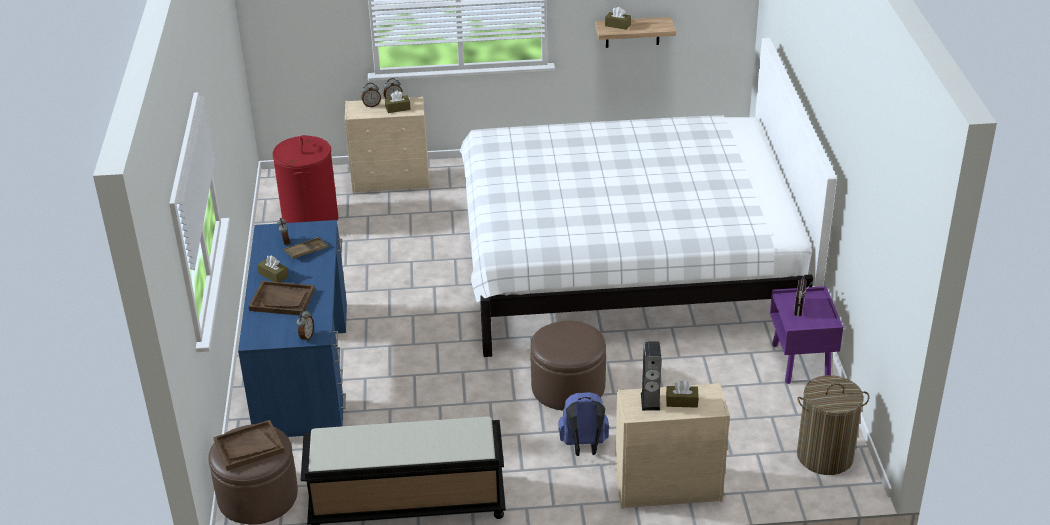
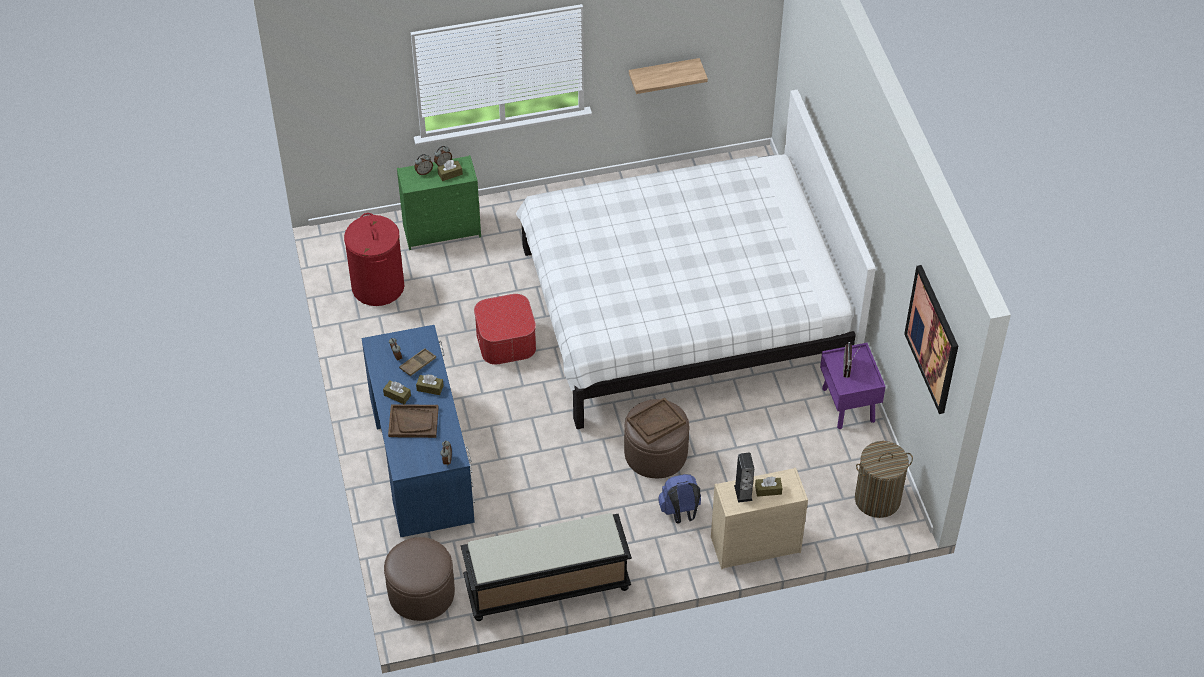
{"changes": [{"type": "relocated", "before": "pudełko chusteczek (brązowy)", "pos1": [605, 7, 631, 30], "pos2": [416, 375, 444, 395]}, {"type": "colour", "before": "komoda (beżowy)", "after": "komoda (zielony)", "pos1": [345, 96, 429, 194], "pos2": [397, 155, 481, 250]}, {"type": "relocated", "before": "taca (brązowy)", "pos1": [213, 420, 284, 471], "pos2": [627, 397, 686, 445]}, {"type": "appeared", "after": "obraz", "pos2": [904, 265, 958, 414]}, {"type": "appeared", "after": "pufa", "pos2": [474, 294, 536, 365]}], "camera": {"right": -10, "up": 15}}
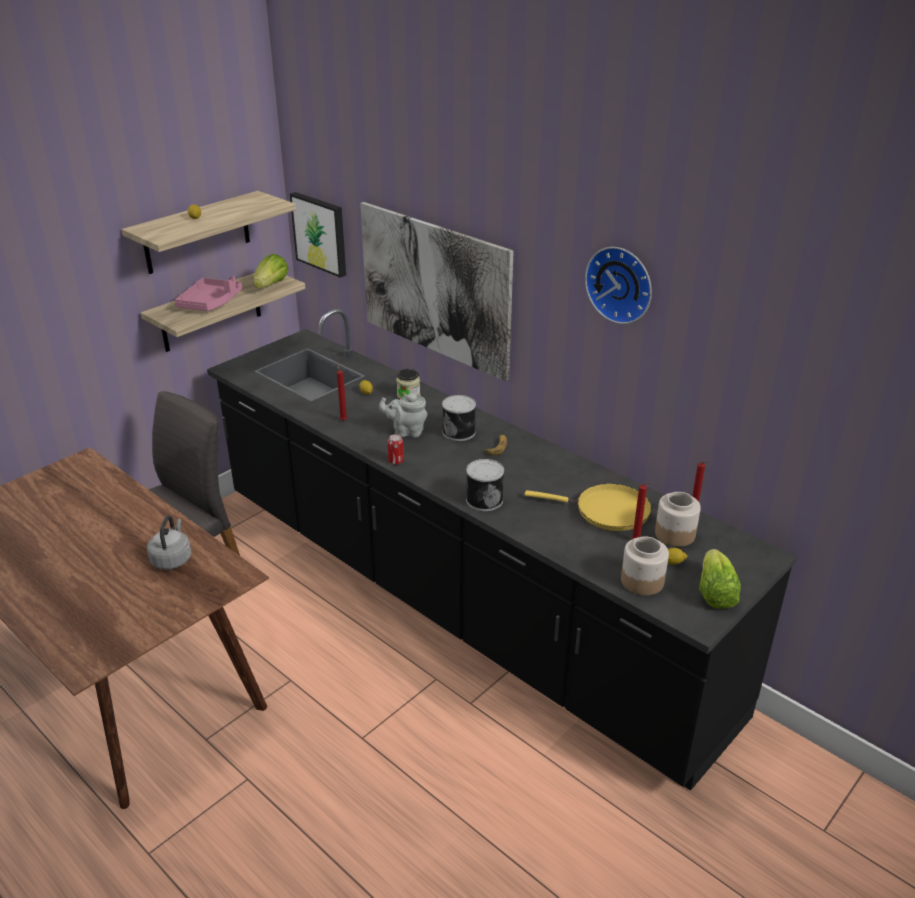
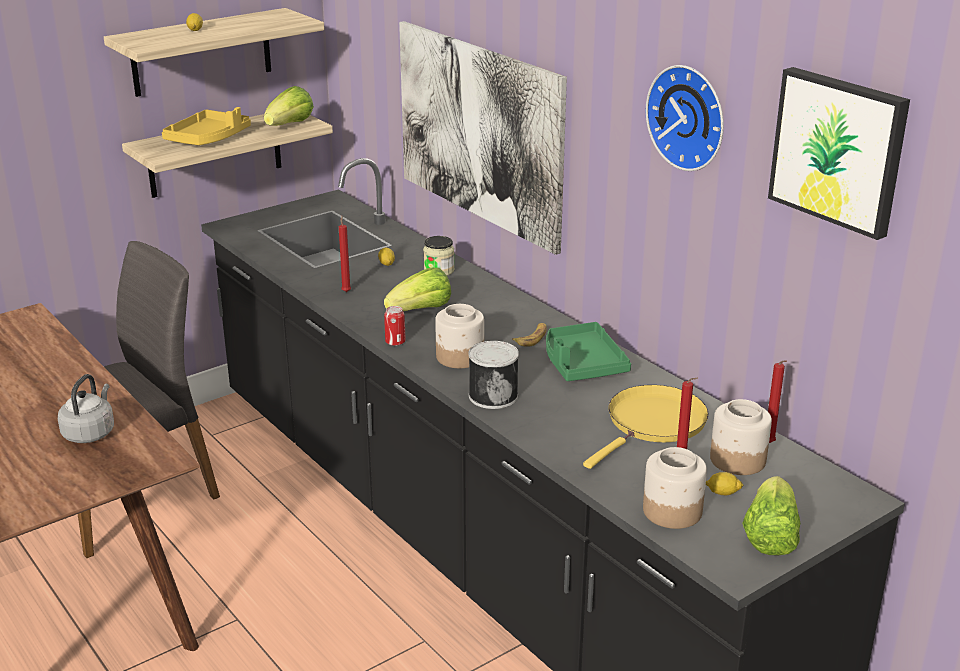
{"changes": [{"type": "relocated", "before": "obraz", "pos1": [290, 192, 346, 278], "pos2": [768, 67, 910, 240]}, {"type": "colour", "before": "taca (różowy)", "after": "taca (żółty)", "pos1": [175, 276, 242, 311], "pos2": [162, 107, 251, 145]}, {"type": "exchanged", "before": "imbryk (szary)", "after": "sałata", "pos1": [379, 393, 428, 438], "pos2": [384, 267, 451, 311]}, {"type": "missing", "before": "puszka", "pos1": [442, 395, 476, 441]}, {"type": "spun", "before": "patelnia (żółty)", "pos1": [525, 484, 652, 531], "pos2": [583, 385, 709, 469], "turn": -75}, {"type": "appeared", "after": "słoik", "pos2": [435, 304, 484, 368]}, {"type": "appeared", "after": "taca (zielony)", "pos2": [546, 322, 631, 381]}], "camera": {"right": 10, "up": -5}}
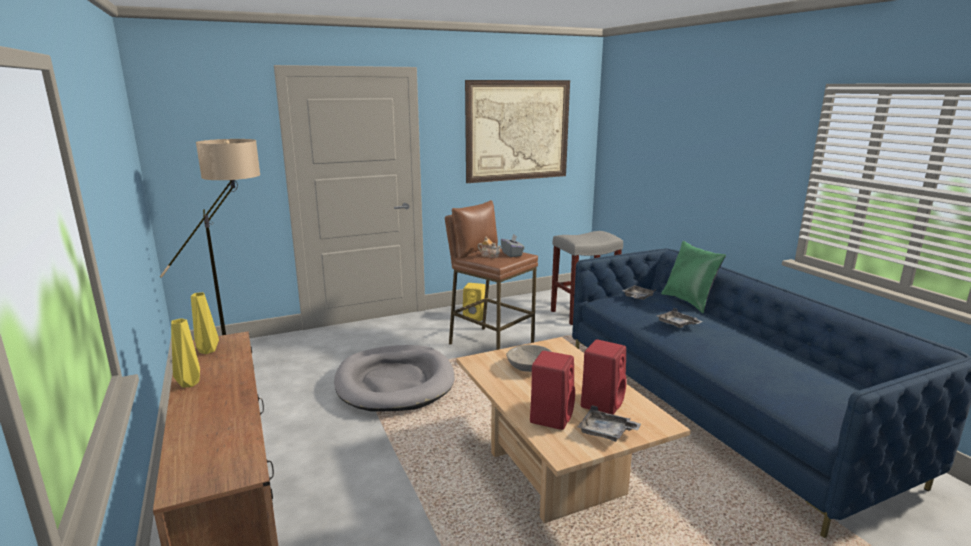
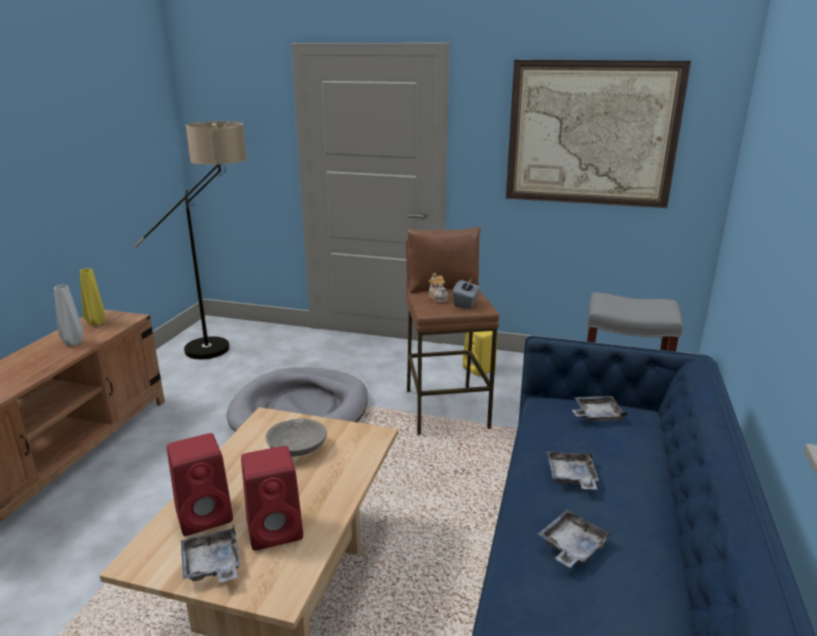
{"changes": [{"type": "missing", "before": "poduszka (zielony)", "pos1": [661, 241, 726, 313]}, {"type": "missing", "before": "wazon (żółty)", "pos1": [171, 318, 200, 388]}, {"type": "appeared", "after": "wazon (szary)", "pos2": [54, 285, 84, 346]}, {"type": "appeared", "after": "taca (szary)", "pos2": [538, 509, 612, 567]}], "camera": {"right": 40, "up": 5}}
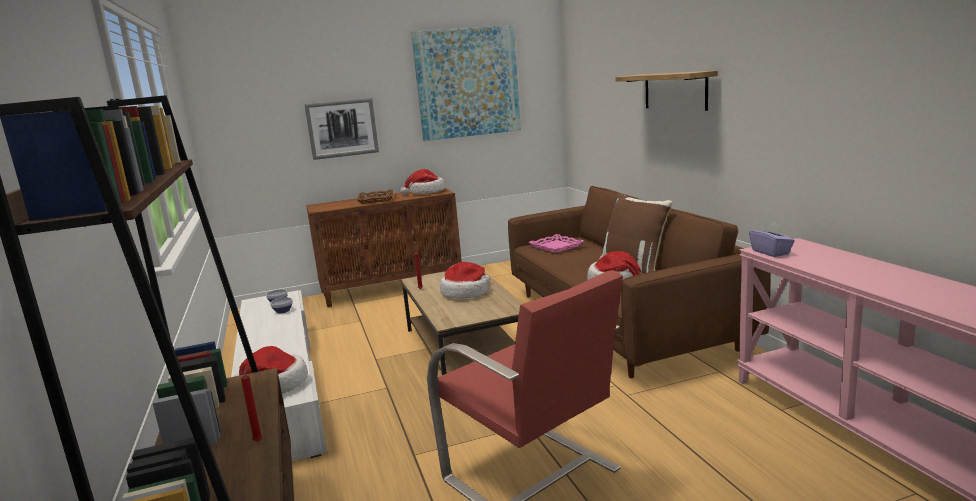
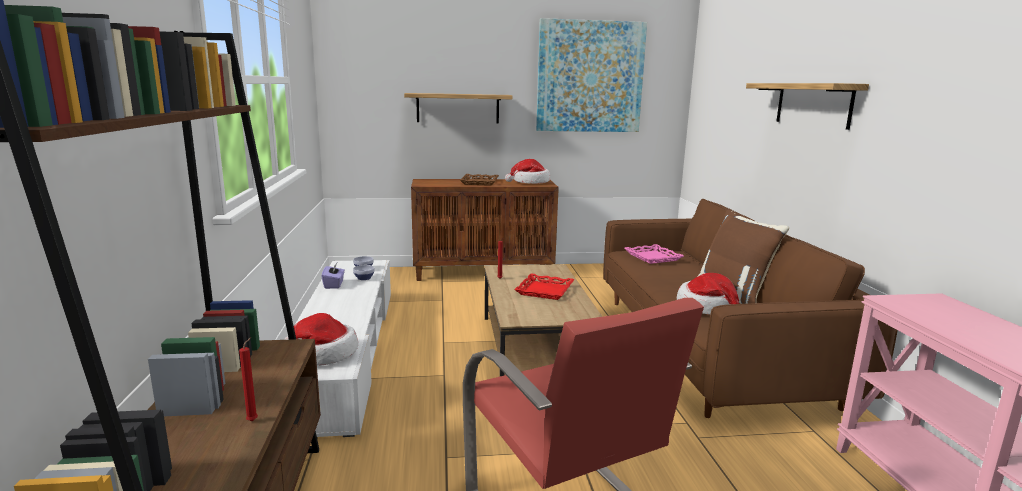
{"changes": [{"type": "exchanged", "before": "obraz", "after": "półka", "pos1": [304, 98, 379, 160], "pos2": [404, 93, 512, 123]}, {"type": "relocated", "before": "pudełko chusteczek (fioletowy)", "pos1": [749, 222, 794, 257], "pos2": [321, 263, 345, 289]}, {"type": "exchanged", "before": "kapelusz", "after": "taca (czerwony)", "pos1": [440, 262, 490, 299], "pos2": [514, 273, 574, 300]}], "camera": {"right": 10, "up": 0}}
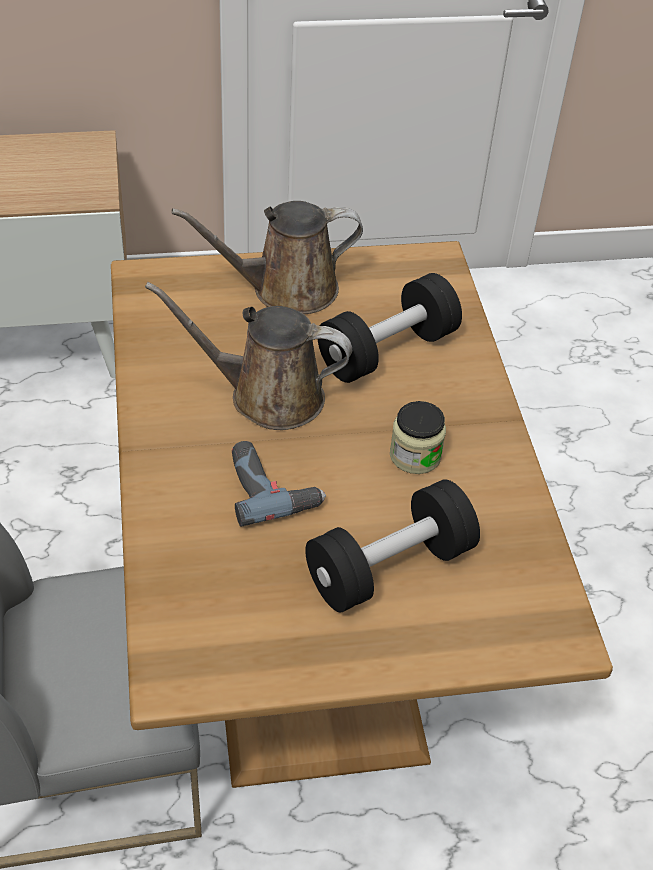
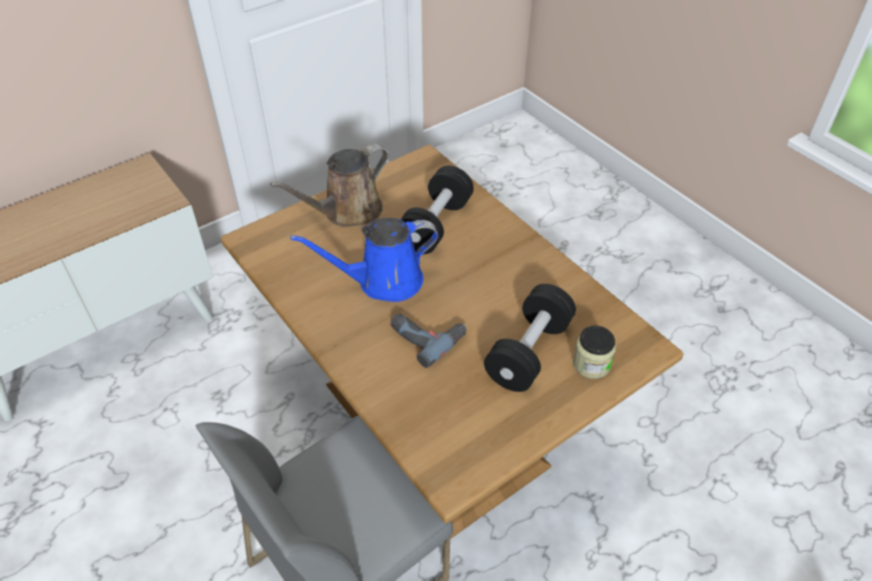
{"changes": [{"type": "colour", "before": "konewka (brązowy)", "after": "konewka (niebieski)", "pos1": [145, 282, 352, 430], "pos2": [290, 218, 438, 302]}, {"type": "relocated", "before": "słoik", "pos1": [390, 401, 446, 474], "pos2": [573, 325, 616, 379]}], "camera": {"right": -25, "up": 0}}
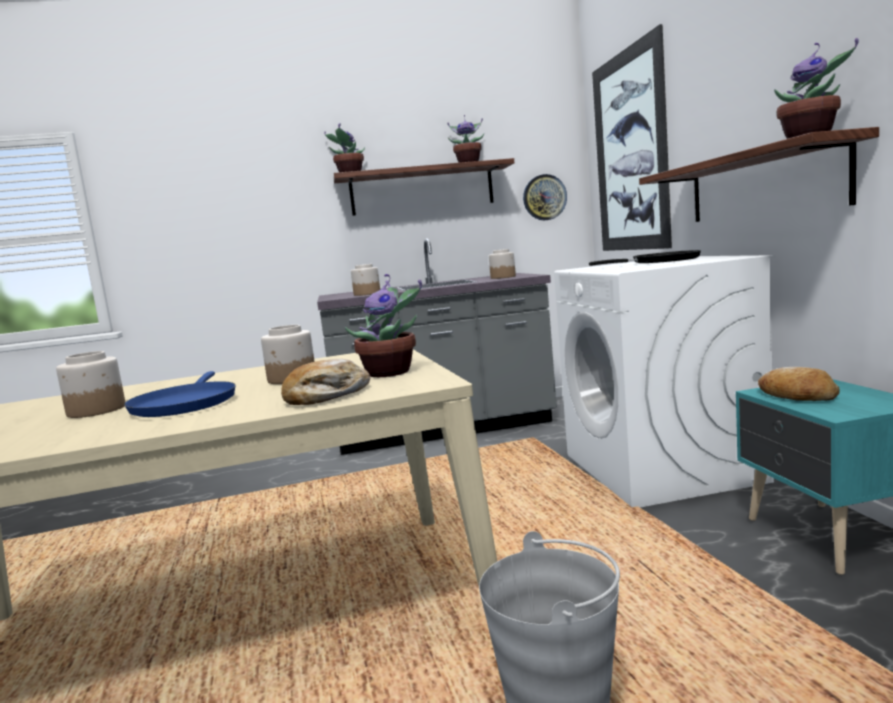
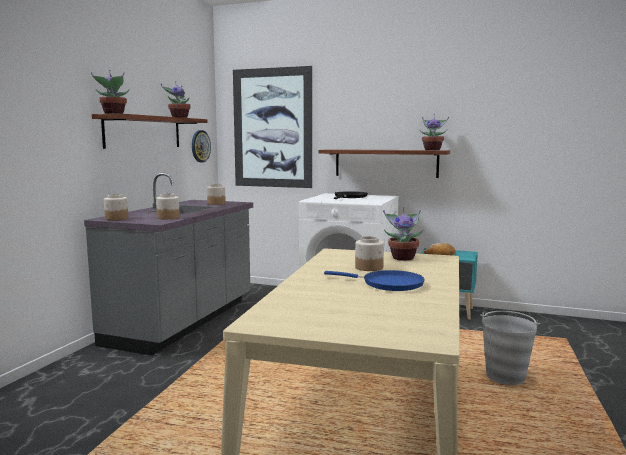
{"changes": [{"type": "relocated", "before": "słoik", "pos1": [56, 351, 125, 418], "pos2": [104, 194, 128, 220]}, {"type": "missing", "before": "chleb", "pos1": [281, 359, 370, 405]}], "camera": {"right": -60, "up": 0}}
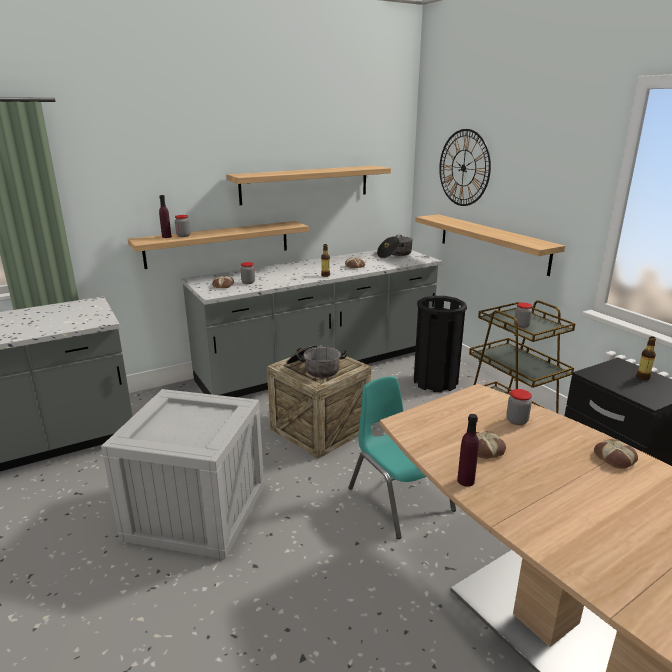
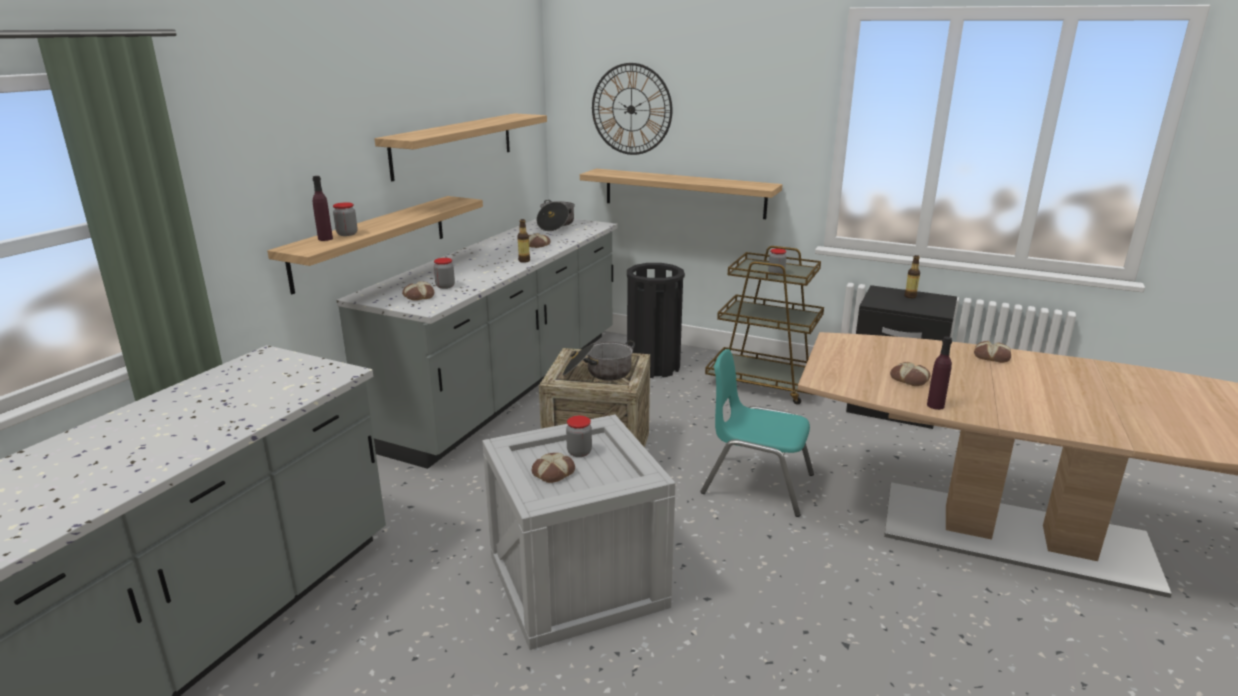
{"changes": [{"type": "relocated", "before": "słoik", "pos1": [506, 389, 532, 425], "pos2": [566, 416, 592, 457]}, {"type": "appeared", "after": "chleb", "pos2": [532, 453, 575, 483]}], "camera": {"right": -35, "up": 0}}
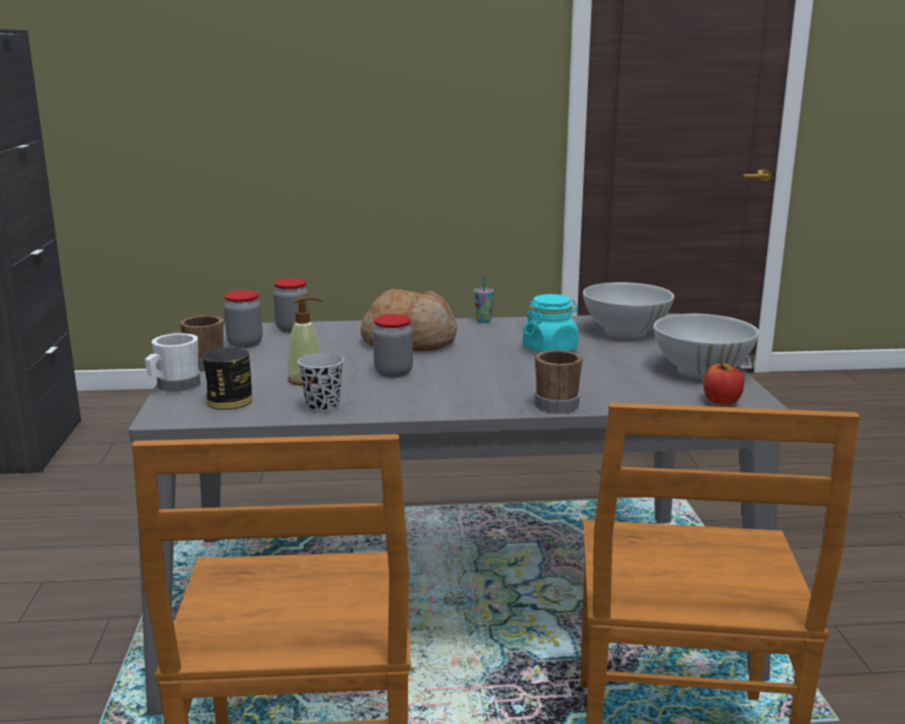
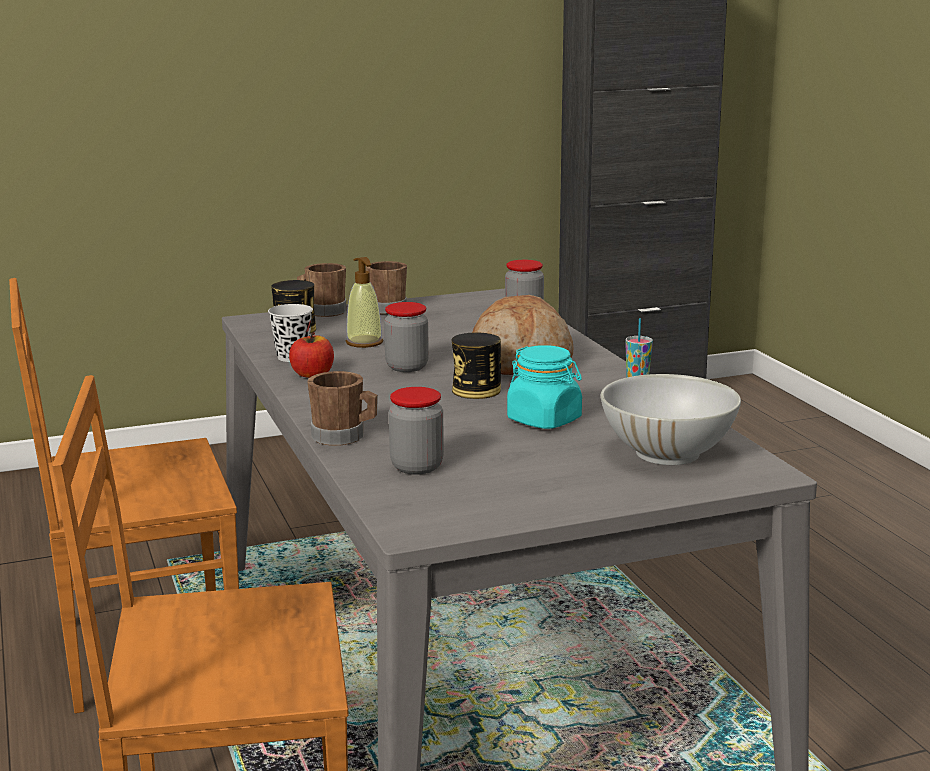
{"changes": [{"type": "relocated", "before": "słoik", "pos1": [224, 290, 263, 348], "pos2": [389, 387, 444, 475]}, {"type": "missing", "before": "miska (biały)", "pos1": [653, 314, 759, 378]}, {"type": "colour", "before": "kubek (biały)", "after": "kubek (brązowy)", "pos1": [145, 333, 201, 393], "pos2": [297, 263, 347, 317]}, {"type": "relocated", "before": "jabłko", "pos1": [703, 362, 744, 405], "pos2": [289, 332, 334, 378]}, {"type": "appeared", "after": "puszka", "pos2": [452, 333, 501, 399]}], "camera": {"right": 75, "up": 0}}
